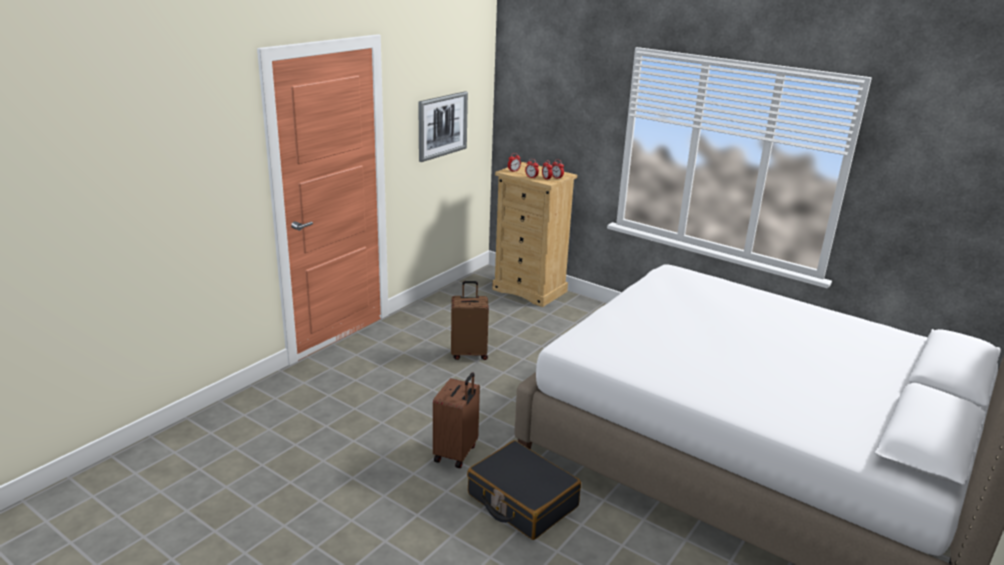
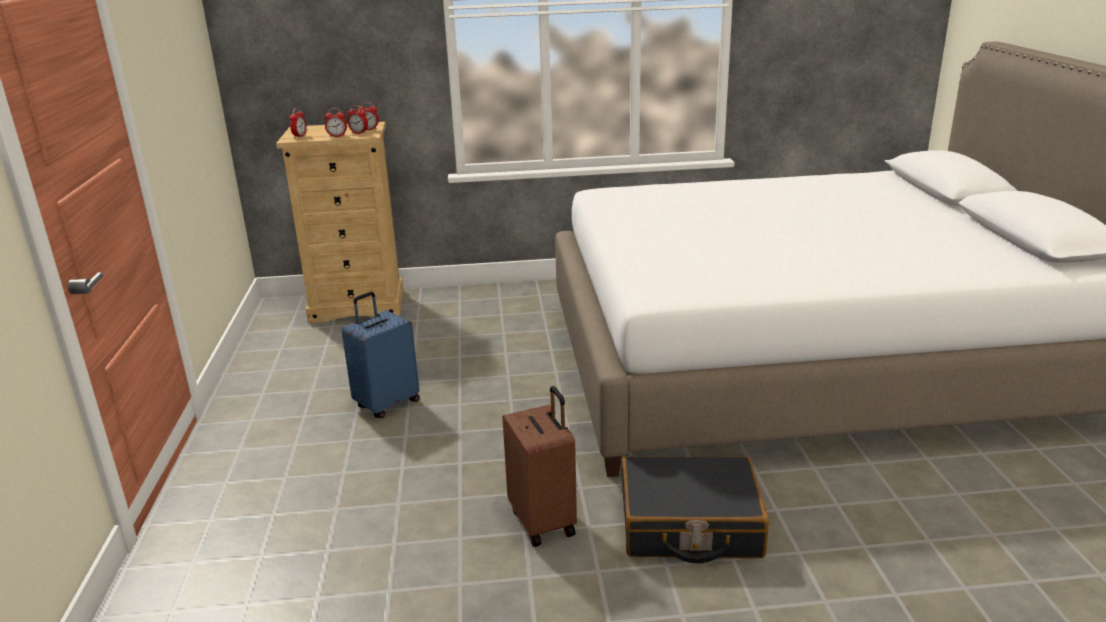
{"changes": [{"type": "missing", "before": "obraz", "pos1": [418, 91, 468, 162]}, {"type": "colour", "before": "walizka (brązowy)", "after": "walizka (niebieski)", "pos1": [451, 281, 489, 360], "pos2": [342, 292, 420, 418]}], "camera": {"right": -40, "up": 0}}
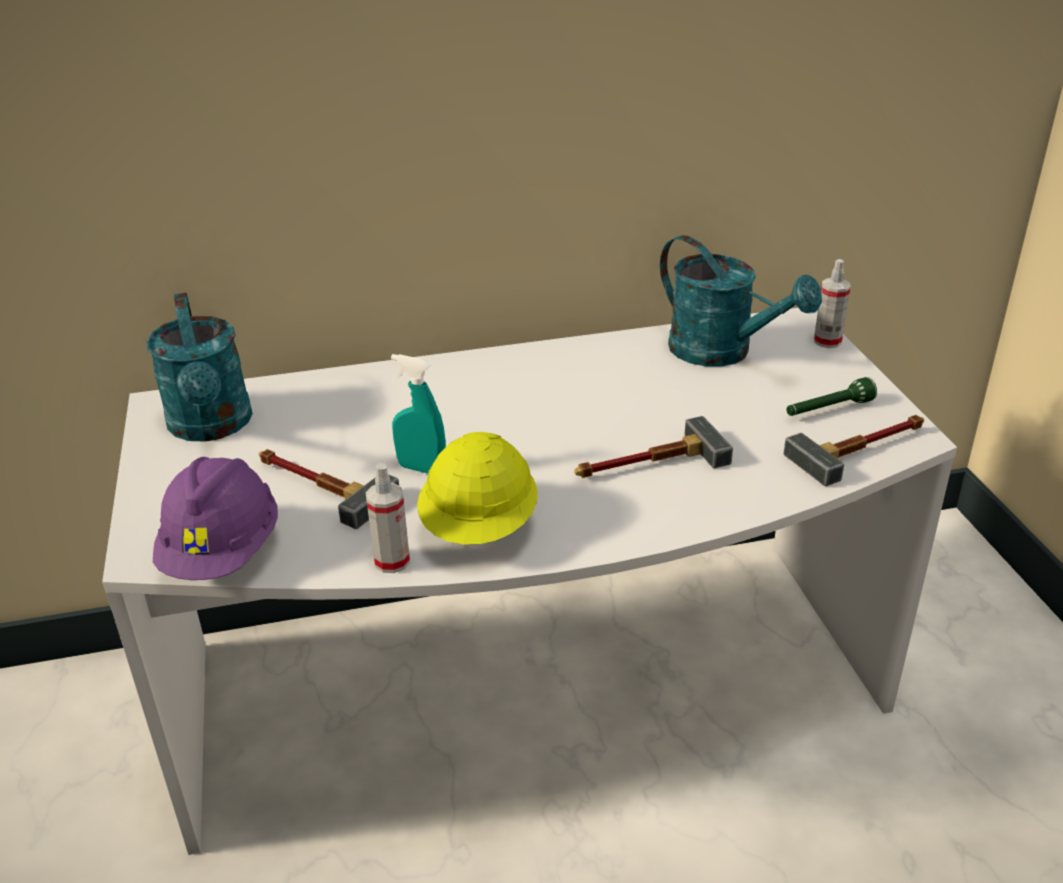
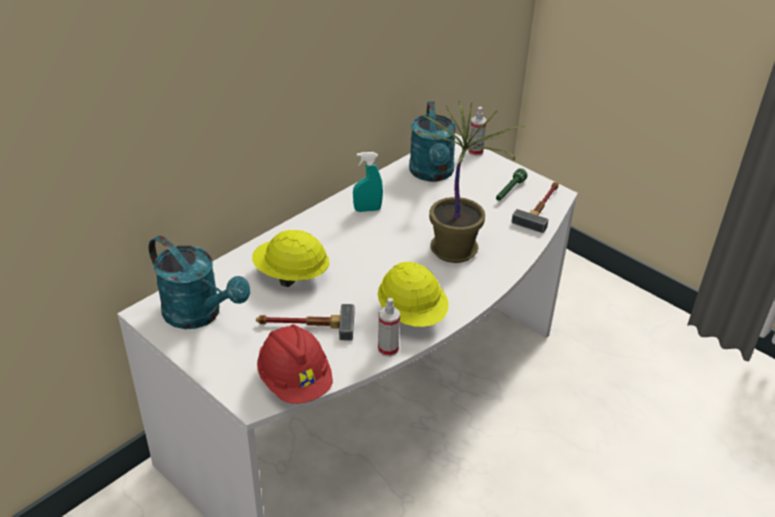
{"changes": [{"type": "spun", "before": "konewka (turkusowy)", "pos1": [660, 235, 822, 366], "pos2": [409, 101, 456, 182], "turn": 75}, {"type": "relocated", "before": "spryskiwacz (turkusowy)", "pos1": [391, 354, 446, 474], "pos2": [353, 152, 383, 212]}, {"type": "exchanged", "before": "młotek", "after": "roślina doniczkowa", "pos1": [574, 416, 733, 478], "pos2": [416, 100, 526, 263]}, {"type": "colour", "before": "kask (fioletowy)", "after": "kask (czerwony)", "pos1": [153, 457, 278, 580], "pos2": [257, 324, 333, 404]}, {"type": "appeared", "after": "kask (żółty)", "pos2": [252, 230, 330, 287]}], "camera": {"right": -35, "up": 5}}
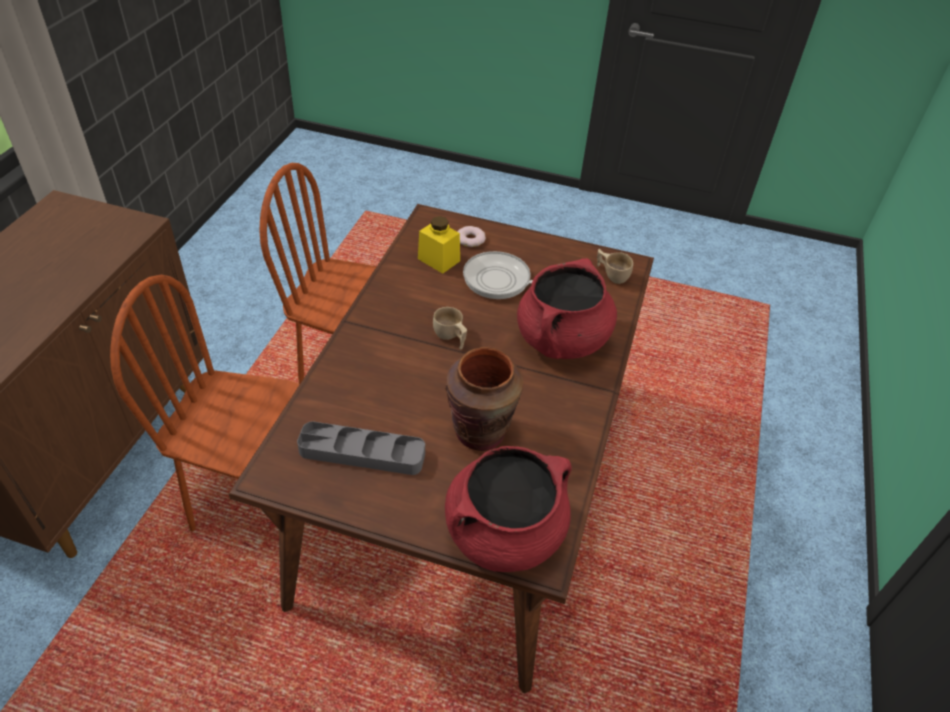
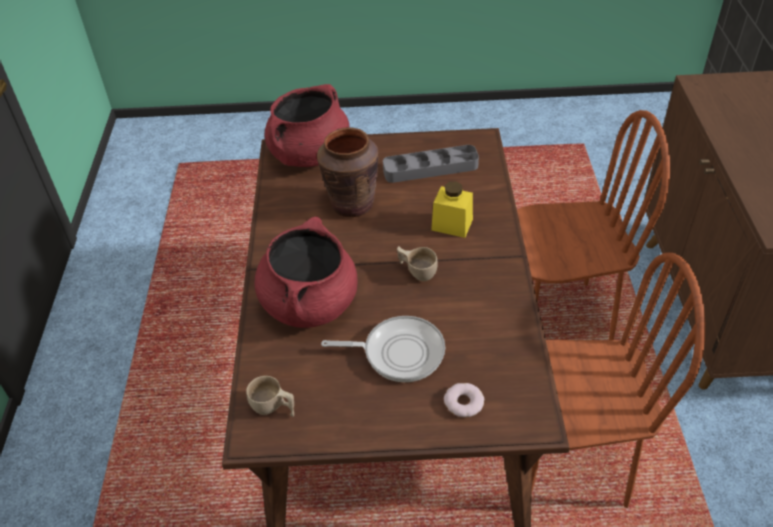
{"changes": [{"type": "relocated", "before": "słoik (żółty)", "pos1": [418, 216, 460, 274], "pos2": [431, 182, 473, 238]}], "camera": {"right": 165, "up": 0}}
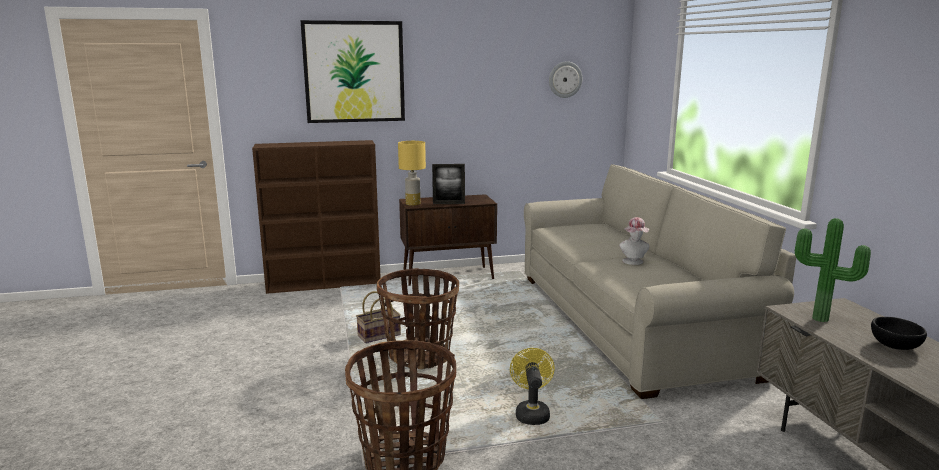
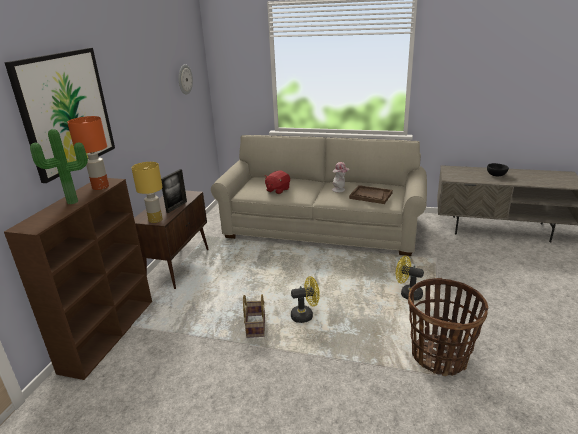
{"changes": [{"type": "relocated", "before": "roślina doniczkowa", "pos1": [795, 218, 871, 322], "pos2": [30, 129, 88, 204]}, {"type": "exchanged", "before": "koszyk", "after": "wentylator (żółty)", "pos1": [377, 268, 459, 369], "pos2": [291, 276, 320, 323]}, {"type": "appeared", "after": "lampa stołowa (pomarańczowy)", "pos2": [67, 116, 109, 190]}, {"type": "appeared", "after": "pluszak (czerwony)", "pos2": [264, 171, 290, 194]}, {"type": "appeared", "after": "taca (brązowy)", "pos2": [349, 185, 393, 204]}], "camera": {"right": -60, "up": 10}}
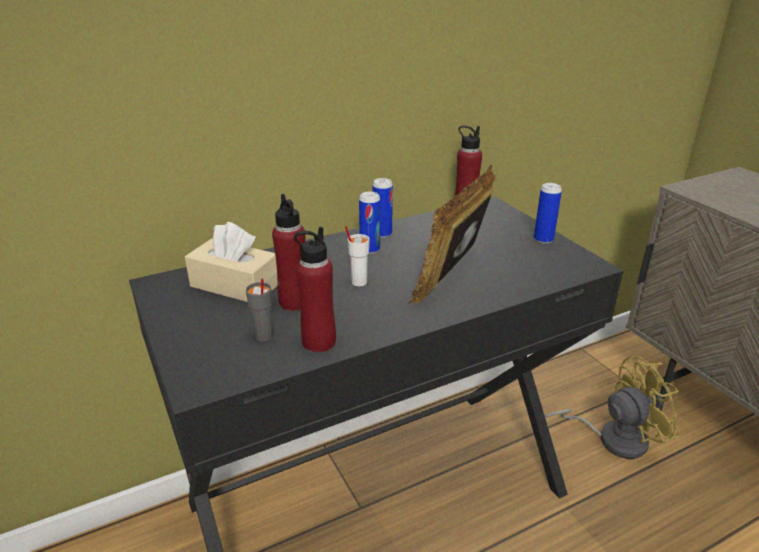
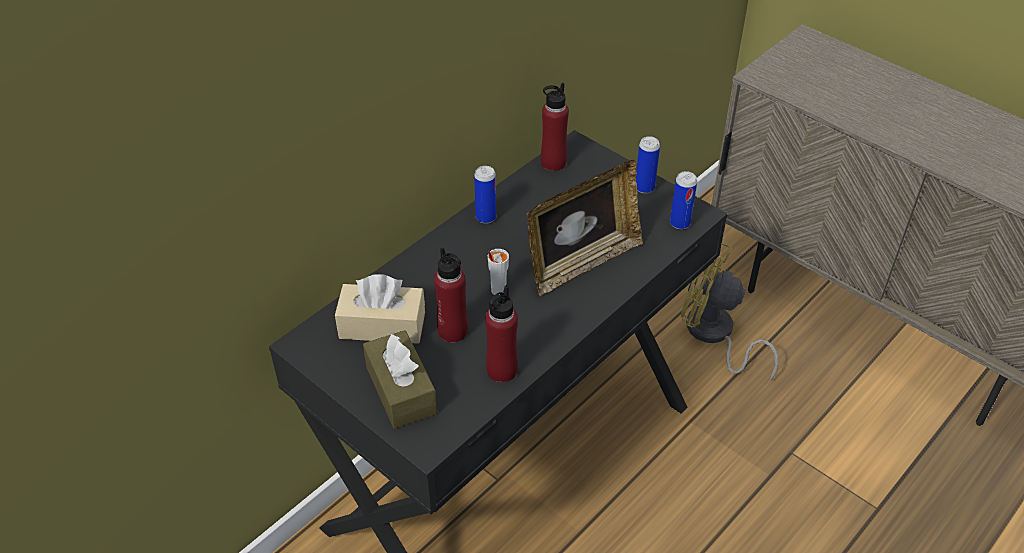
{"changes": [{"type": "spun", "before": "ramka na zdjęcie", "pos1": [408, 164, 496, 303], "pos2": [527, 160, 643, 296], "turn": -135}, {"type": "relocated", "before": "puszka", "pos1": [359, 191, 380, 254], "pos2": [670, 171, 697, 229]}, {"type": "missing", "before": "filiżanka (szary)", "pos1": [246, 279, 273, 342]}, {"type": "spun", "before": "wentylator (żółty)", "pos1": [544, 356, 680, 459], "pos2": [681, 243, 779, 382], "turn": -120}, {"type": "appeared", "after": "pudełko chusteczek (brązowy)", "pos2": [363, 330, 437, 428]}], "camera": {"right": -20, "up": 15}}
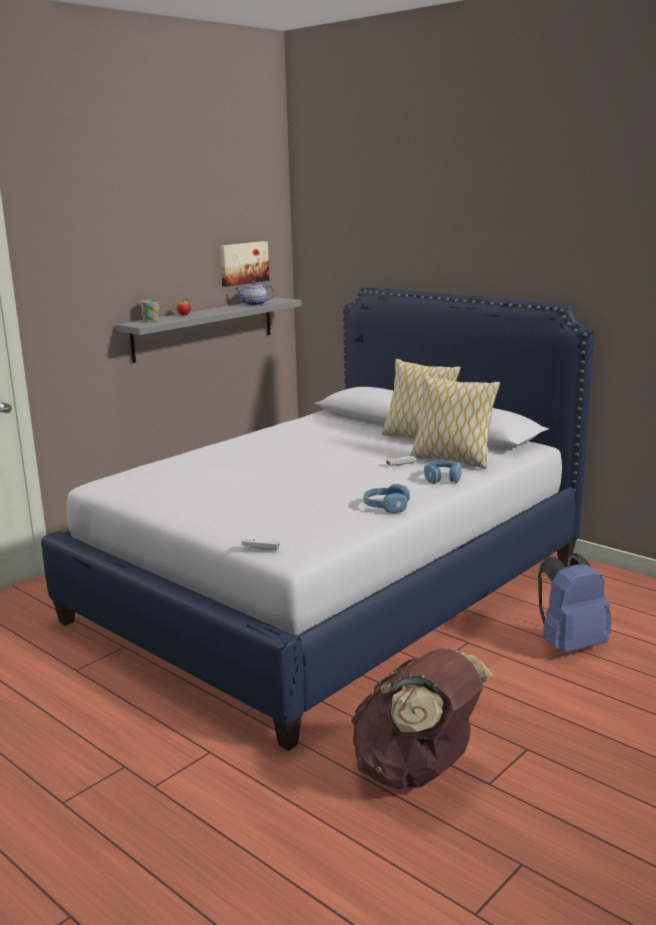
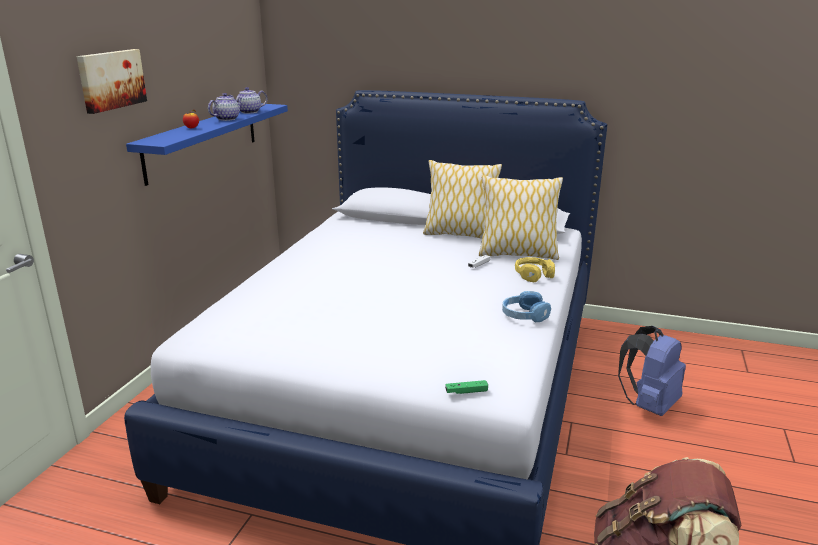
{"changes": [{"type": "relocated", "before": "obraz", "pos1": [220, 241, 269, 287], "pos2": [77, 49, 147, 114]}, {"type": "colour", "before": "półka (szary)", "after": "półka (niebieski)", "pos1": [116, 298, 302, 363], "pos2": [126, 104, 288, 186]}, {"type": "missing", "before": "kubek", "pos1": [140, 300, 160, 322]}, {"type": "colour", "before": "słuchawki (niebieski)", "after": "słuchawki (żółty)", "pos1": [424, 461, 462, 484], "pos2": [515, 257, 555, 282]}, {"type": "colour", "before": "pad do gier (biały)", "after": "pad do gier (zielony)", "pos1": [241, 538, 280, 550], "pos2": [445, 380, 488, 394]}, {"type": "appeared", "after": "imbryk", "pos2": [208, 93, 242, 121]}], "camera": {"right": -25, "up": 5}}
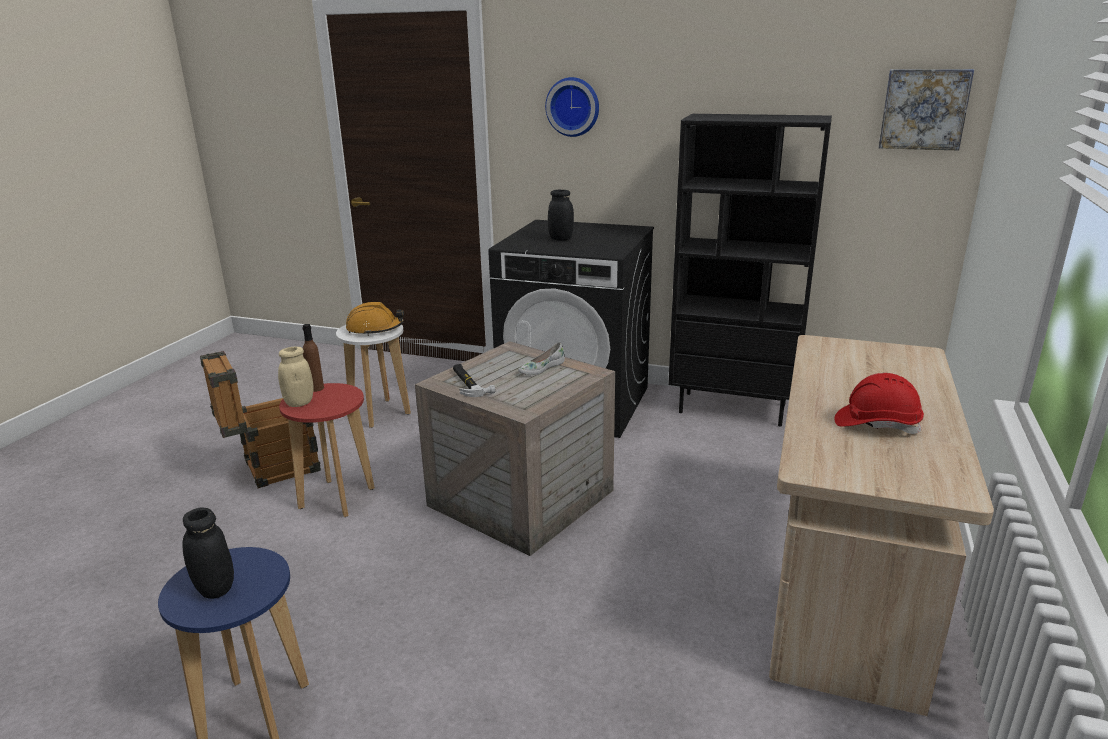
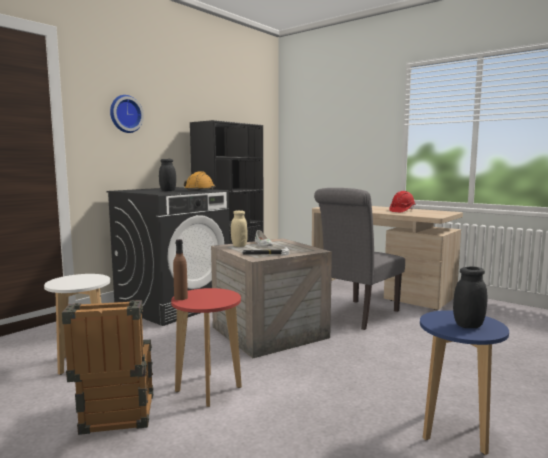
{"changes": [{"type": "missing", "before": "obraz", "pos1": [878, 69, 974, 150]}, {"type": "relocated", "before": "kask (pomarańczowy)", "pos1": [346, 302, 404, 336], "pos2": [184, 171, 216, 191]}, {"type": "relocated", "before": "słoik (beżowy)", "pos1": [278, 347, 314, 407], "pos2": [231, 210, 248, 247]}, {"type": "appeared", "after": "krzesło (szary)", "pos2": [314, 188, 405, 330]}], "camera": {"right": -70, "up": -15}}
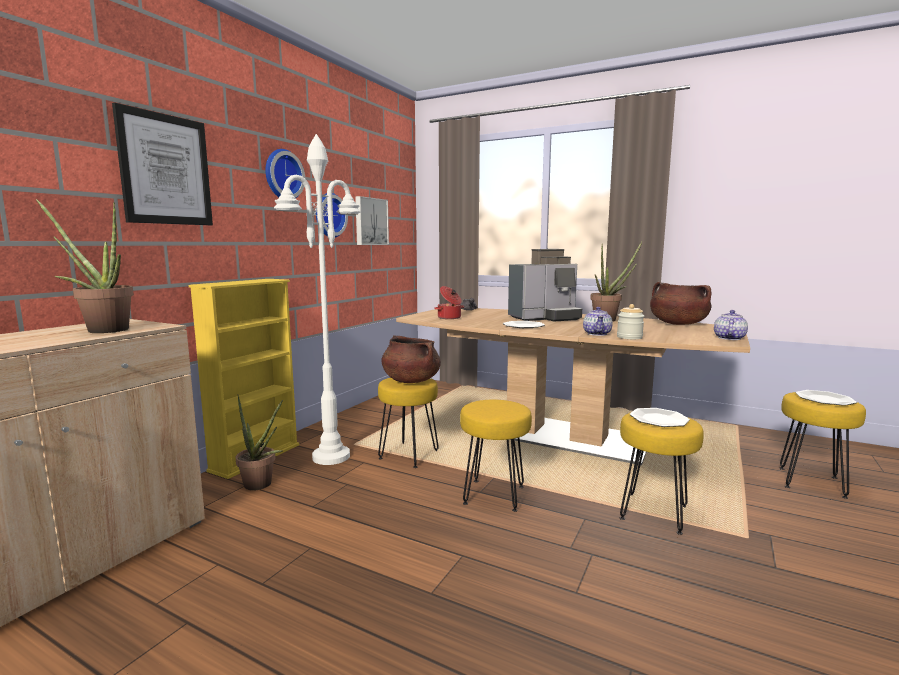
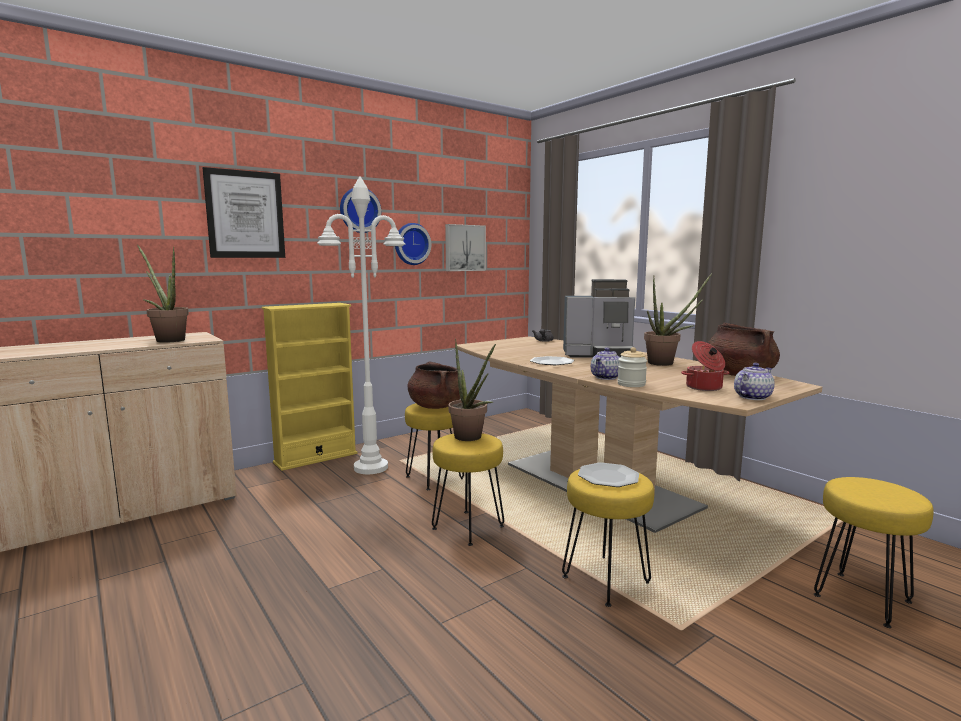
{"changes": [{"type": "relocated", "before": "garnek", "pos1": [434, 286, 464, 319], "pos2": [681, 341, 730, 391]}, {"type": "missing", "before": "talerz", "pos1": [795, 390, 857, 406]}, {"type": "relocated", "before": "roślina doniczkowa", "pos1": [236, 394, 283, 491], "pos2": [448, 339, 496, 441]}], "camera": {"right": 25, "up": 0}}
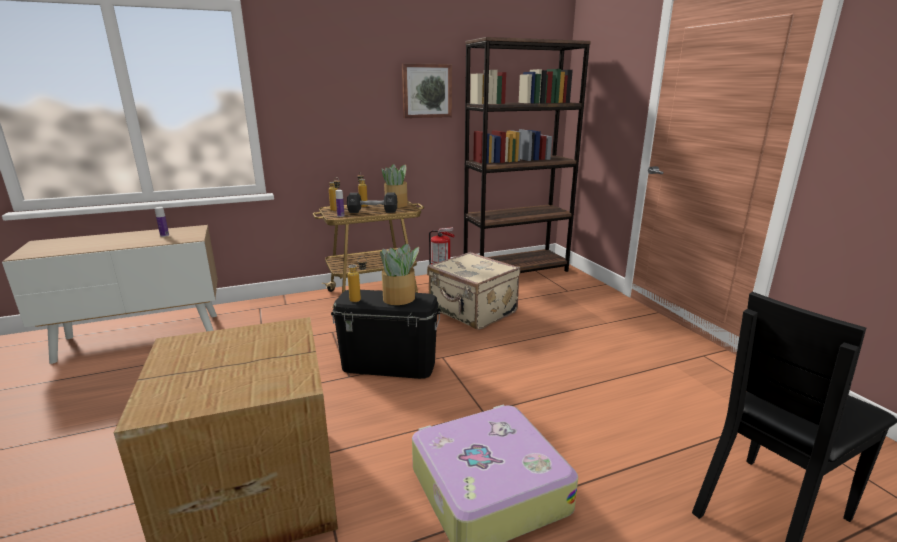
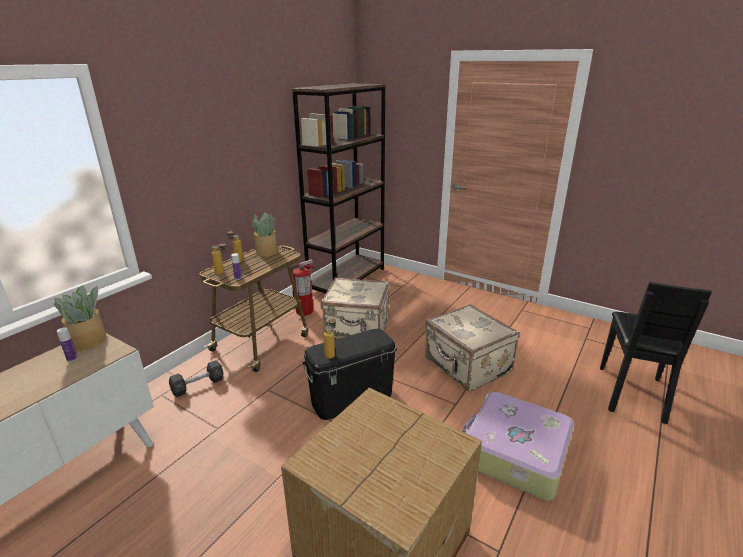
{"changes": [{"type": "missing", "before": "obraz", "pos1": [402, 63, 452, 118]}, {"type": "relocated", "before": "hantel (czarny)", "pos1": [347, 193, 397, 213], "pos2": [169, 360, 223, 397]}, {"type": "relocated", "before": "roślina doniczkowa", "pos1": [380, 244, 419, 305], "pos2": [54, 286, 107, 351]}, {"type": "appeared", "after": "walizka (beżowy)", "pos2": [425, 304, 519, 392]}], "camera": {"right": -35, "up": 5}}
